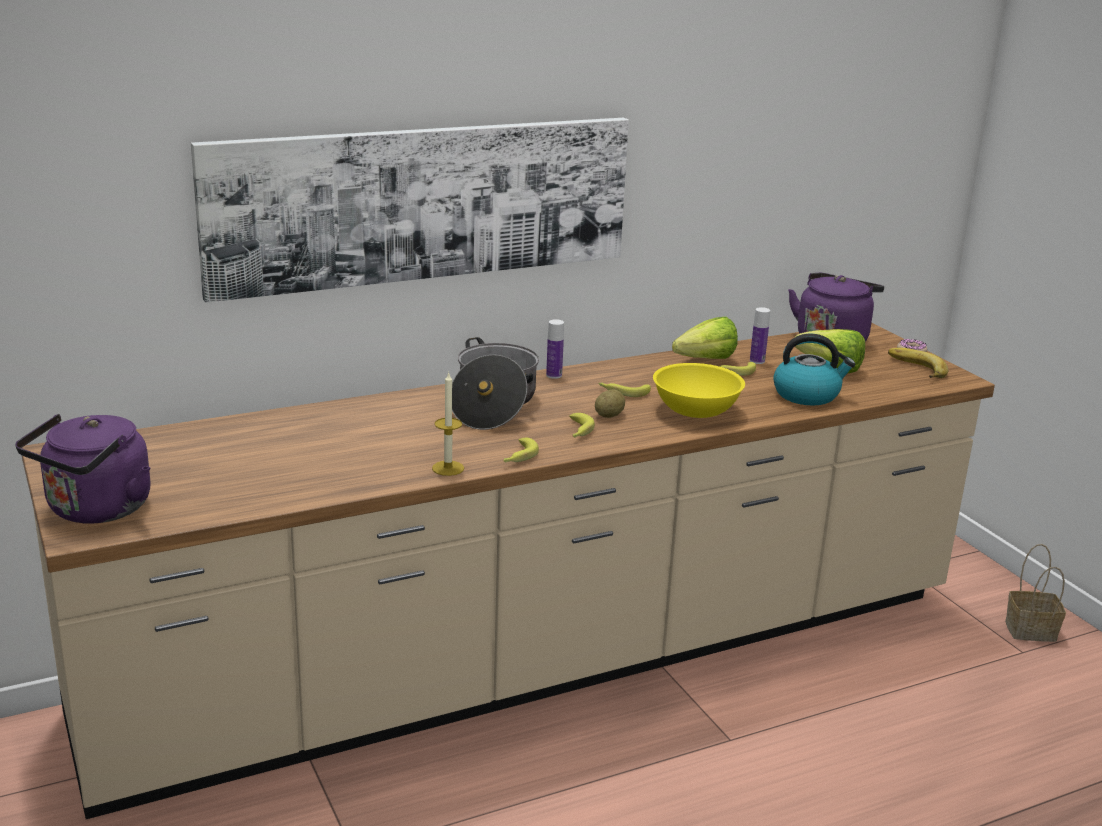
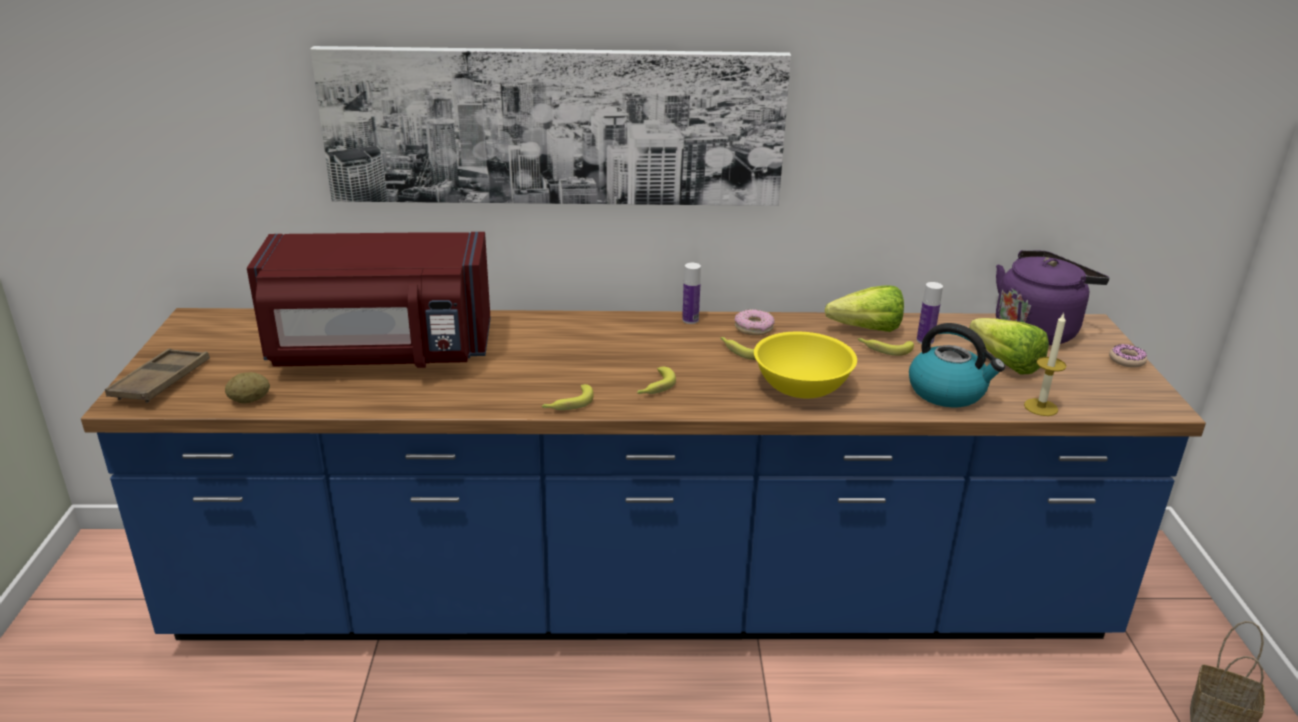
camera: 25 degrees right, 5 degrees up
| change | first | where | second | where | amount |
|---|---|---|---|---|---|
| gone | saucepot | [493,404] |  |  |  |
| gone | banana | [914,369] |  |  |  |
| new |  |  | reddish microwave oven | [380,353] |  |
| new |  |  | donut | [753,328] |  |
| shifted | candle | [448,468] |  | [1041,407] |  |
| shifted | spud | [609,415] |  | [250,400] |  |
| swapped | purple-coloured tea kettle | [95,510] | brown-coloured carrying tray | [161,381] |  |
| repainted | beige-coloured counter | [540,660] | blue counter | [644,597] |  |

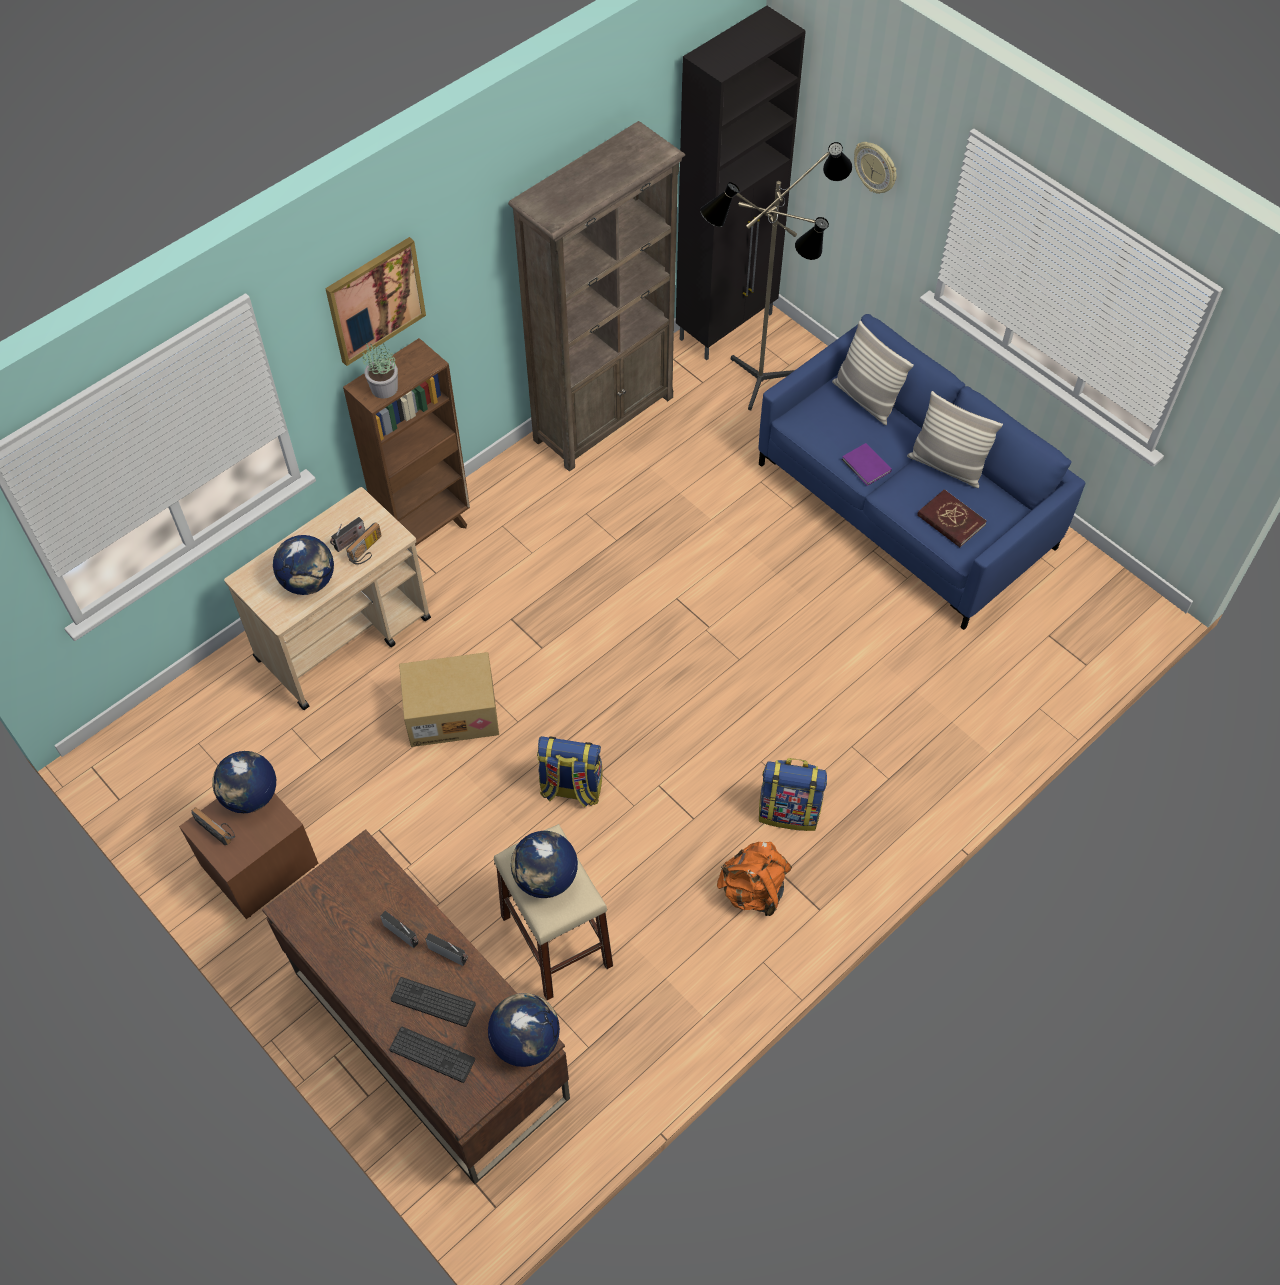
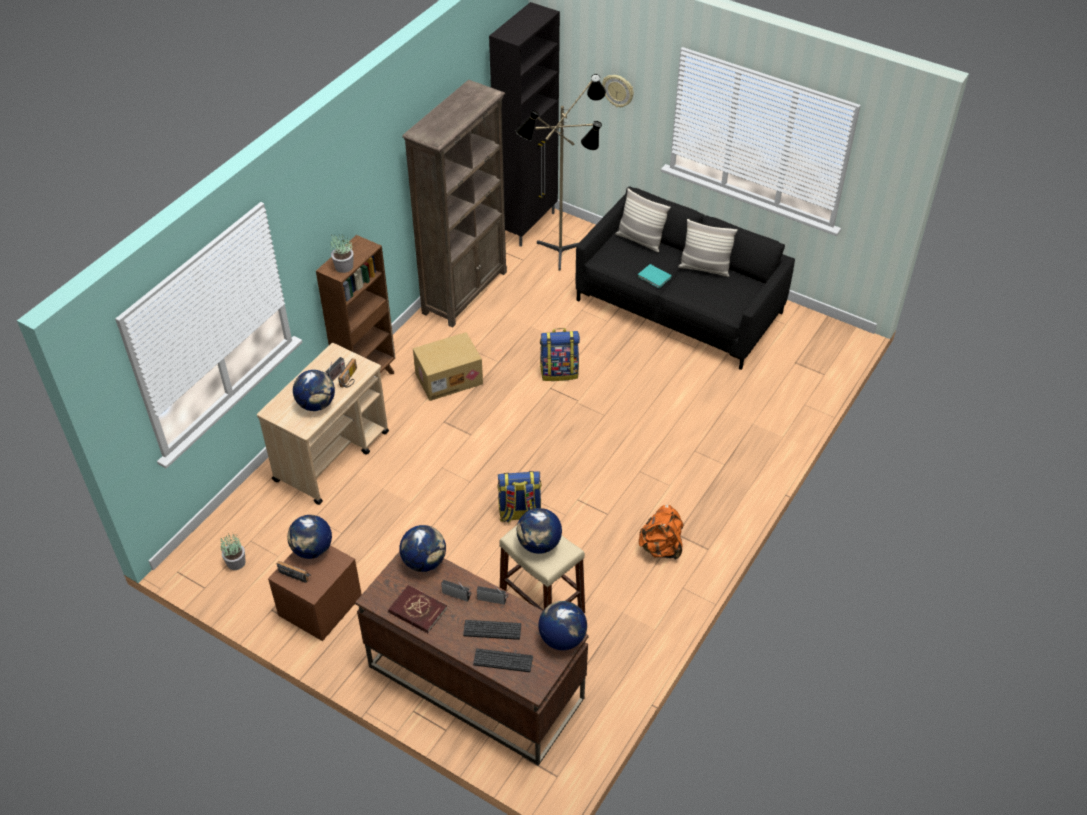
camera: 15 degrees left, 10 degrees down
| change | first | where | second | where | amount |
|---|---|---|---|---|---|
| gone | wall picture | [375,300] |  |  |  |
| new |  |  | houseplant | [236,562] |  |
| new |  |  | world globe | [424,562] |  |
| shifted | packing box | [453,712] |  | [449,378] |  |
| shifted | rucksack | [789,811] |  | [559,372] |  |
| shifted | reddish book | [950,520] |  | [417,611] |  |
| repainted | blue sofa | [904,506] | blackish sofa | [679,307] |  |
| repainted | purple-coloured book | [866,467] | blue-green book | [654,278] |  |

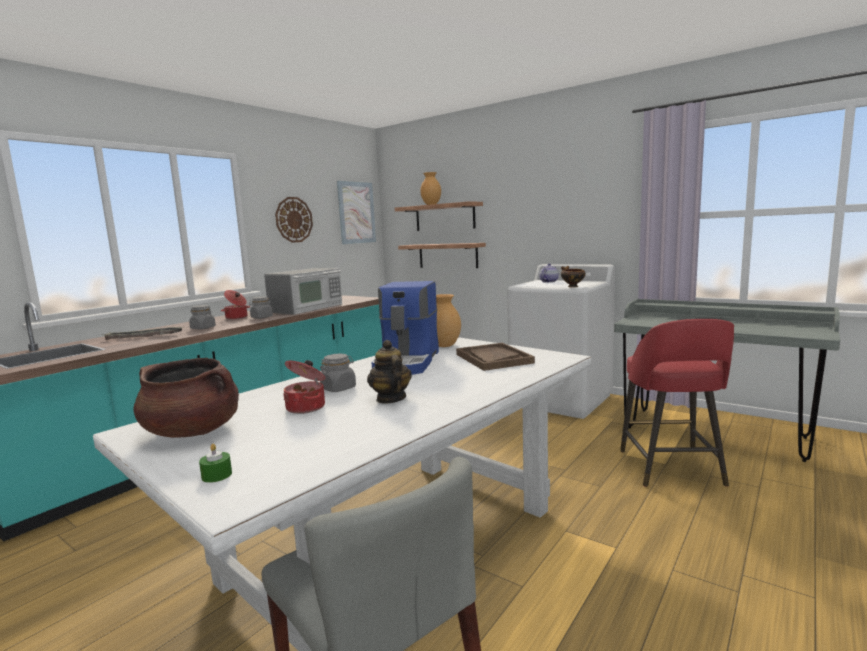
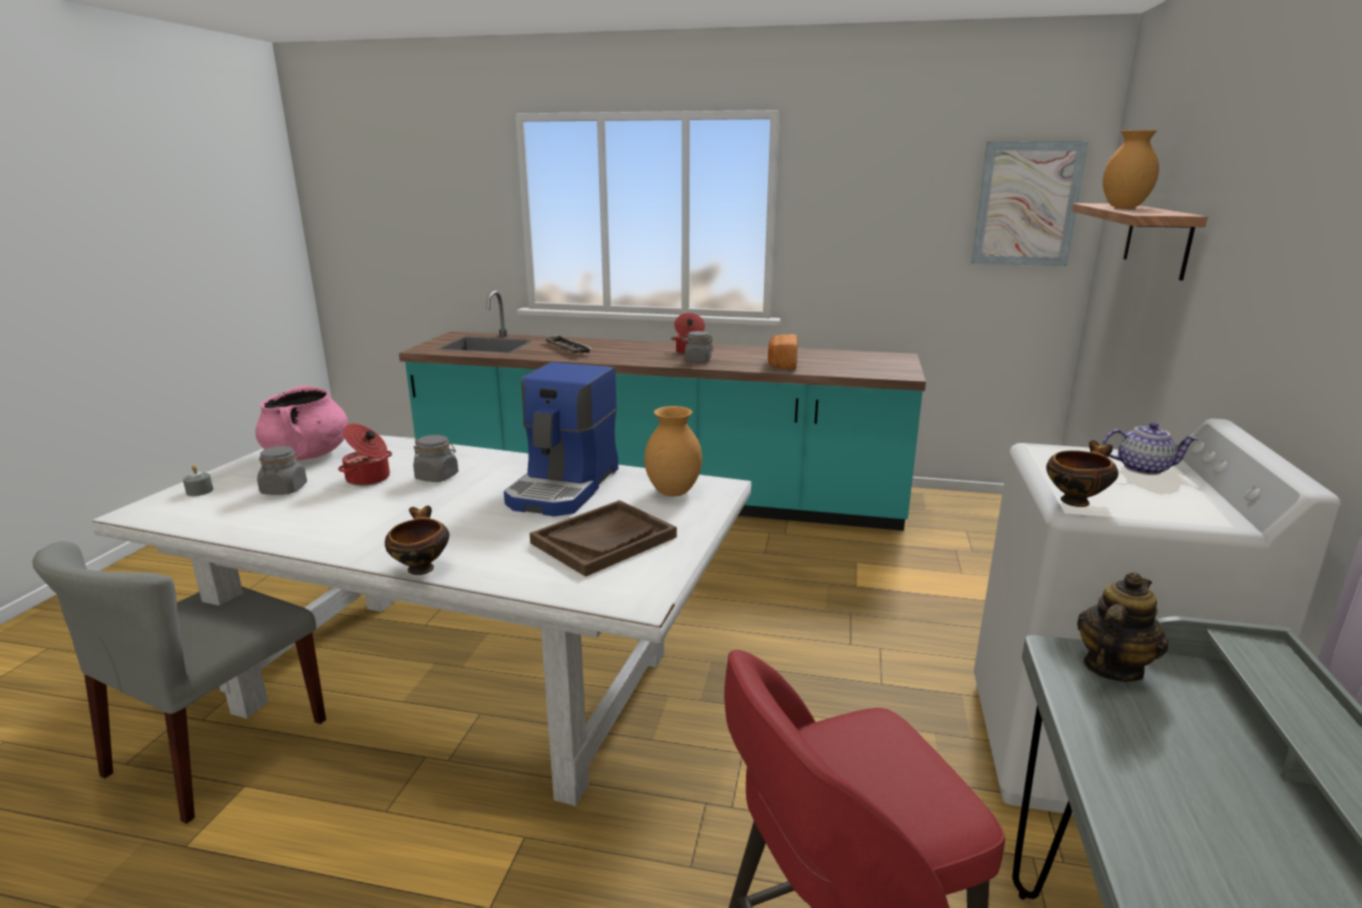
camera: 65 degrees right, 10 degrees up
| change | first | where | second | where | amount |
|---|---|---|---|---|---|
| gone | clock on the wall | [294,219] |  |  |  |
| gone | wall shelf | [448,255] |  |  |  |
| new |  |  | bowl | [420,567] |  |
| shifted | gray storage jar | [203,328] |  | [284,489] |  |
| shifted | pot for tea | [390,399] |  | [1111,667] |  |
| swapped | microwave oven | [307,308] | baked bread | [782,364] |  |
| repainted | brown-coloured saucepot | [193,431] | pink-coloured saucepot | [307,455] |  |
| repainted | green-coloured candle | [217,475] | gray candle | [199,491] |  |
| rotated | coffee brewer | [408,362] |  | [565,487] | 60 degrees counterclockwise |

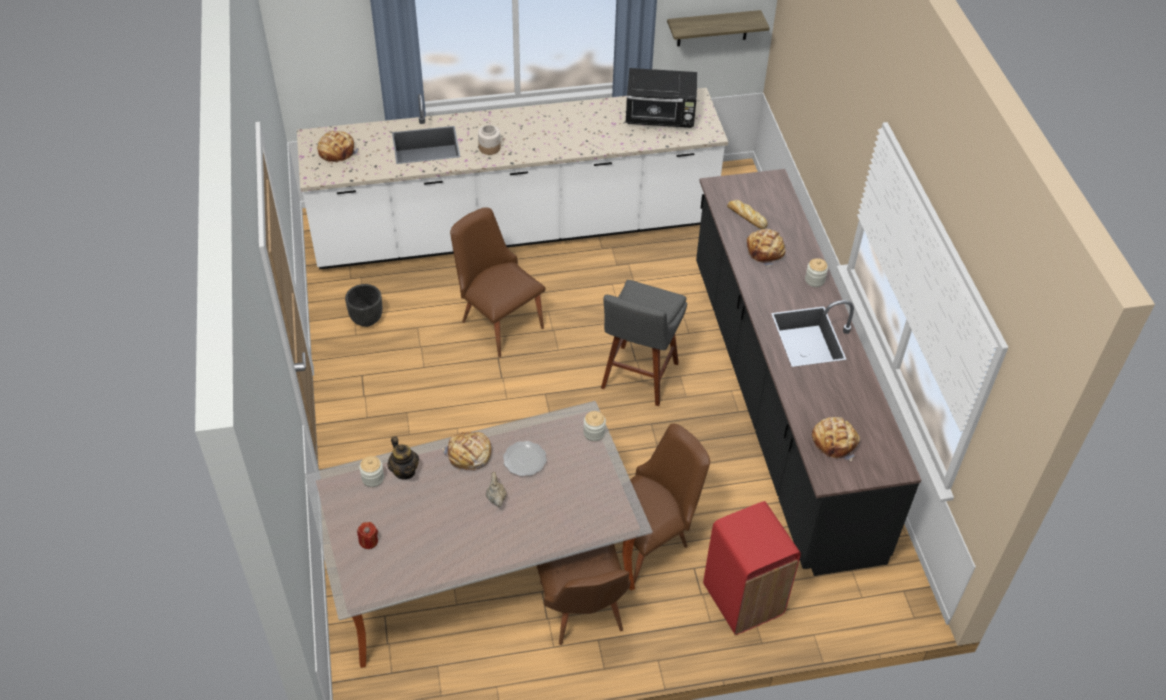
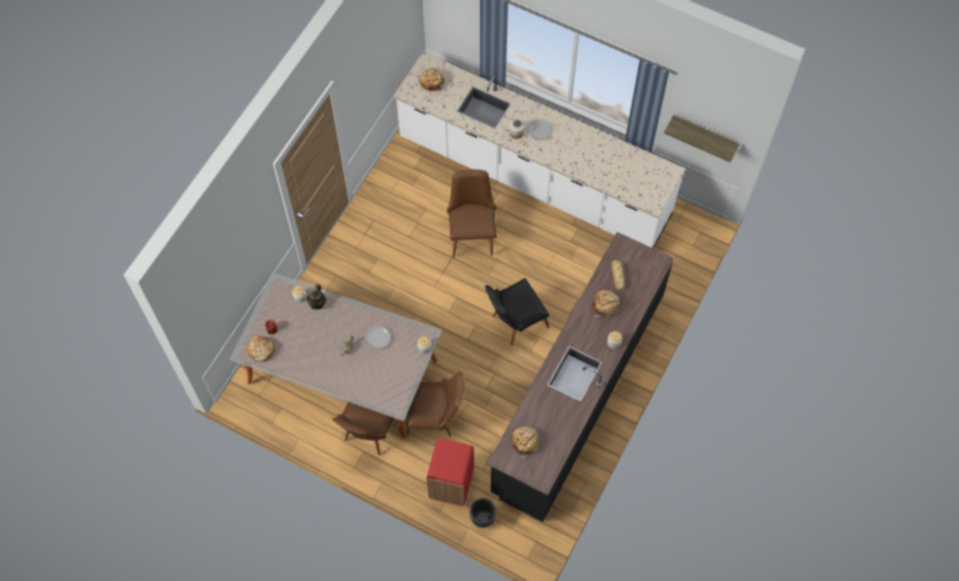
camera: 40 degrees right, 15 degrees up
| change | first | where | second | where | amount |
|---|---|---|---|---|---|
| gone | blackish microwave oven | [660,117] |  |  |  |
| new |  |  | plate | [540,130] |  |
| shifted | blackish planter | [366,319] |  | [482,517] |  |
| shifted | baked bread | [469,455] |  | [260,350] |  |
| swapped | gray stool seat | [638,378] | blackish chair | [514,323] |  |

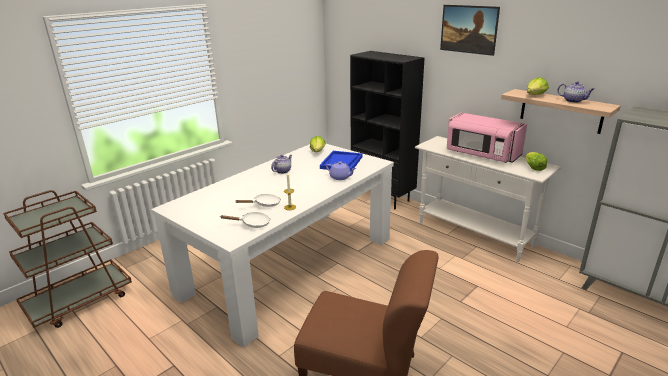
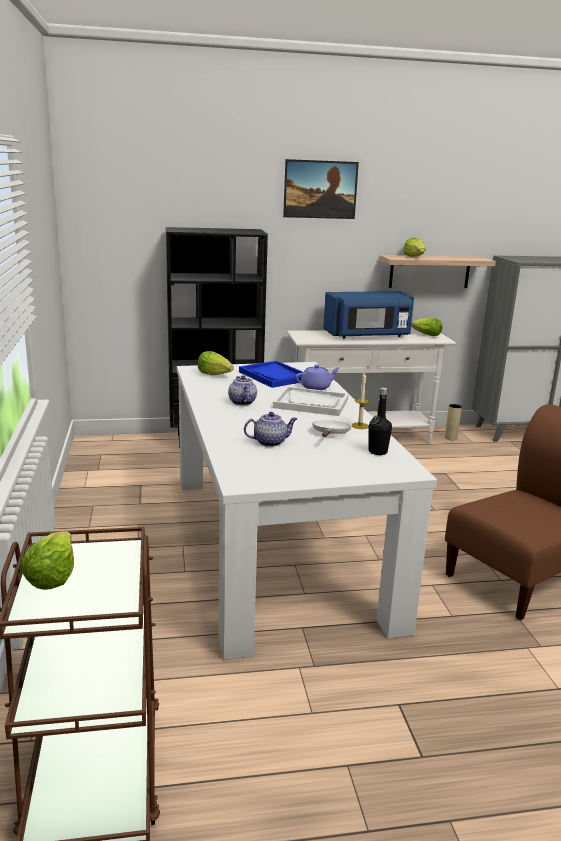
camera: 55 degrees left, 5 degrees down
| change | first | where | second | where | amount |
|---|---|---|---|---|---|
| new |  |  | lettuce | [51,576] |  |
| new |  |  | white-coloured carrying tray | [311,403] |  |
| new |  |  | beige-coloured vase | [451,438] |  |
| shifted | pot for tea | [573,101] |  | [270,442] |  |
| swapped | white-coloured frying pan | [252,224] | blackish beverage bottle | [377,451] |  |
| repainted | pink-coloured microwave oven | [481,154] | blue microwave oven | [367,335] |  |

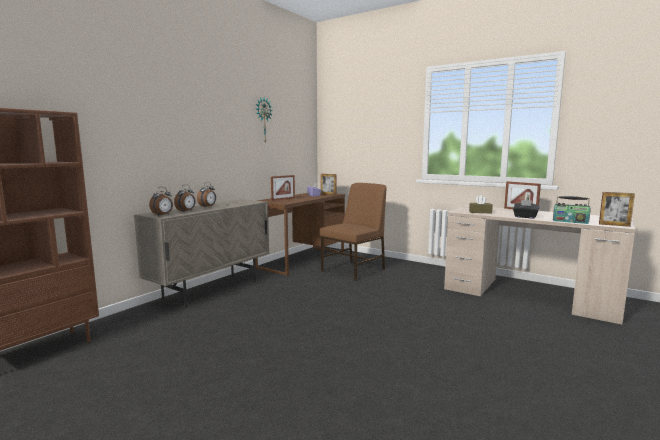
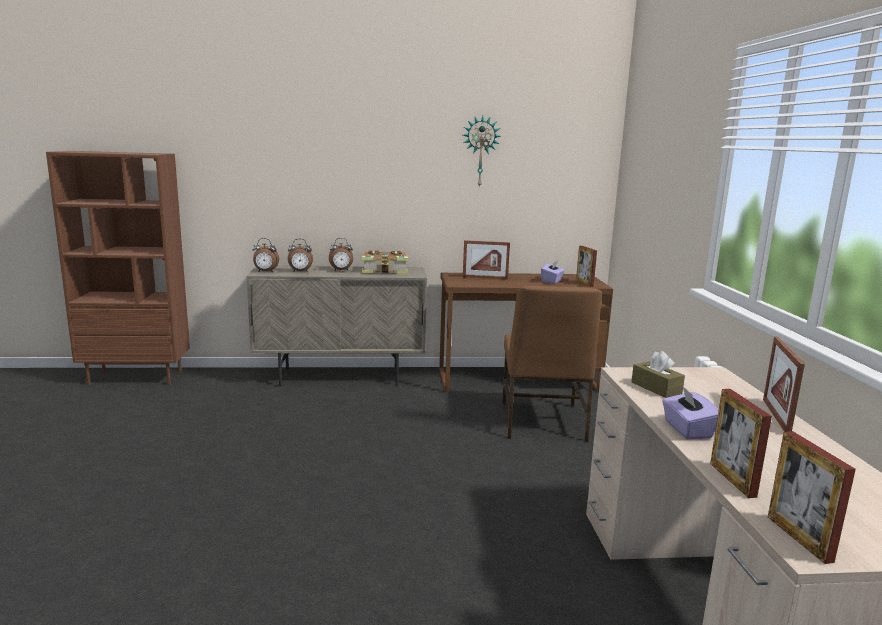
camera: 50 degrees right, 5 degrees up
| change | first | where | second | where | amount |
|---|---|---|---|---|---|
| new |  |  | book | [385,270] |  |
| swapped | radio | [570,221] | standing frame | [732,479] |  |
| repainted | blackish tissue holder | [525,217] | purple-coloured tissue holder | [687,429] |  |
| rotated | brown-coloured chair | [354,270] |  | [541,422] | 90 degrees clockwise |

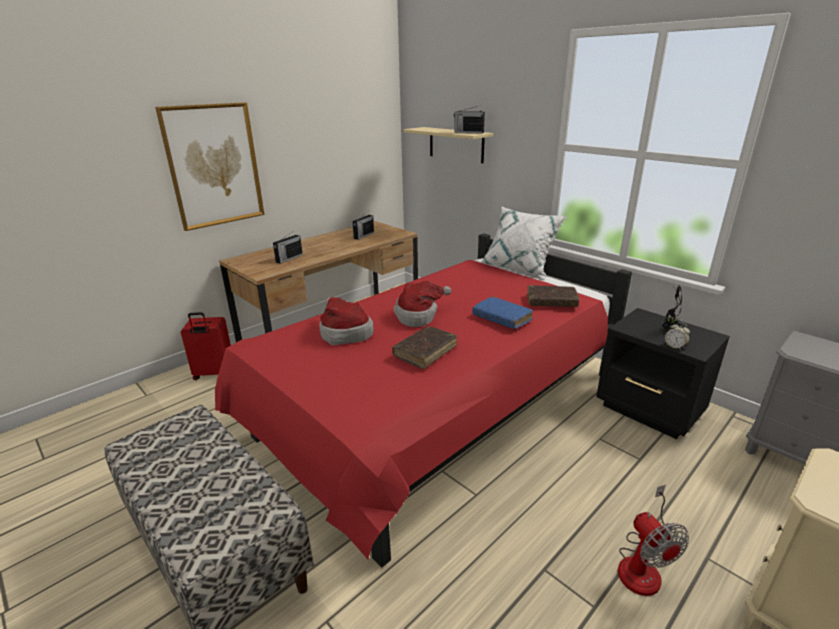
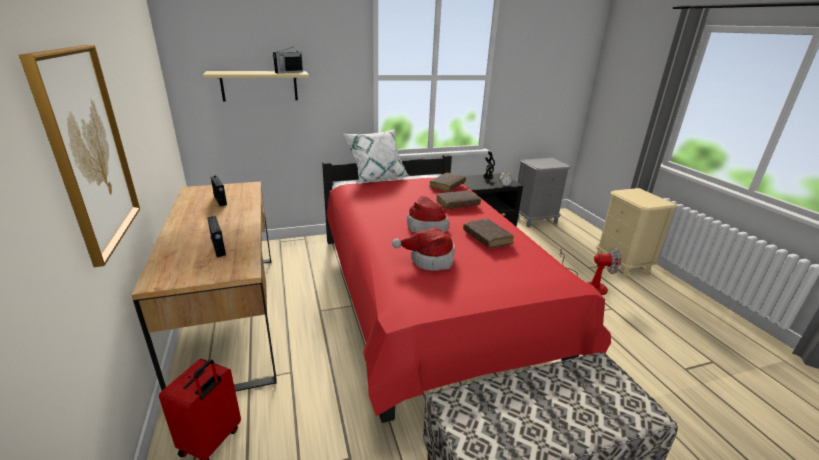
camera: 65 degrees left, 0 degrees up
| change | first | where | second | where | amount |
|---|---|---|---|---|---|
| repainted | blue book | [502,318] | brown-coloured book | [457,204] |  |

